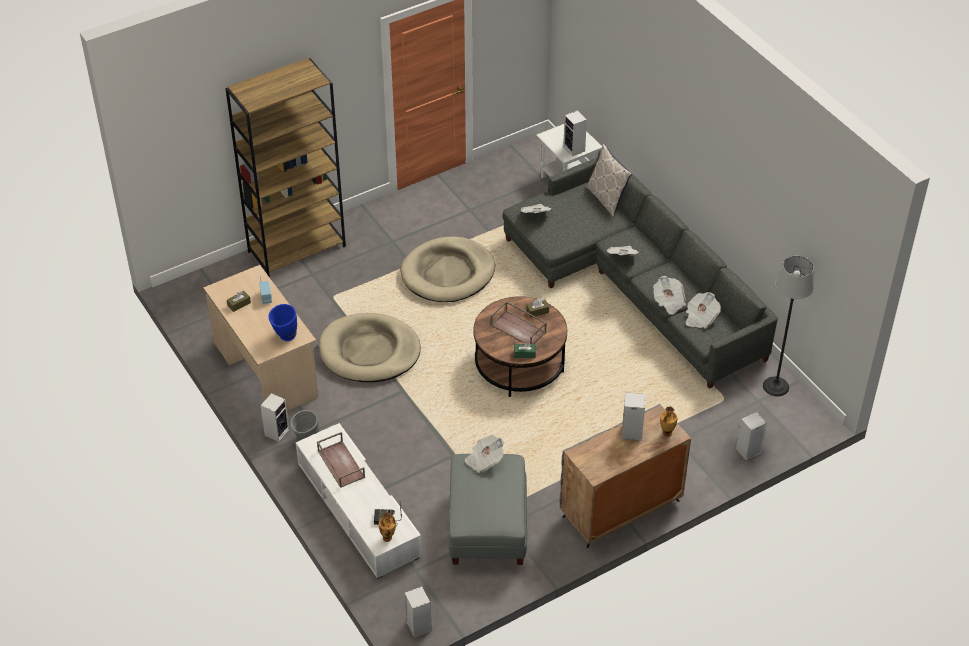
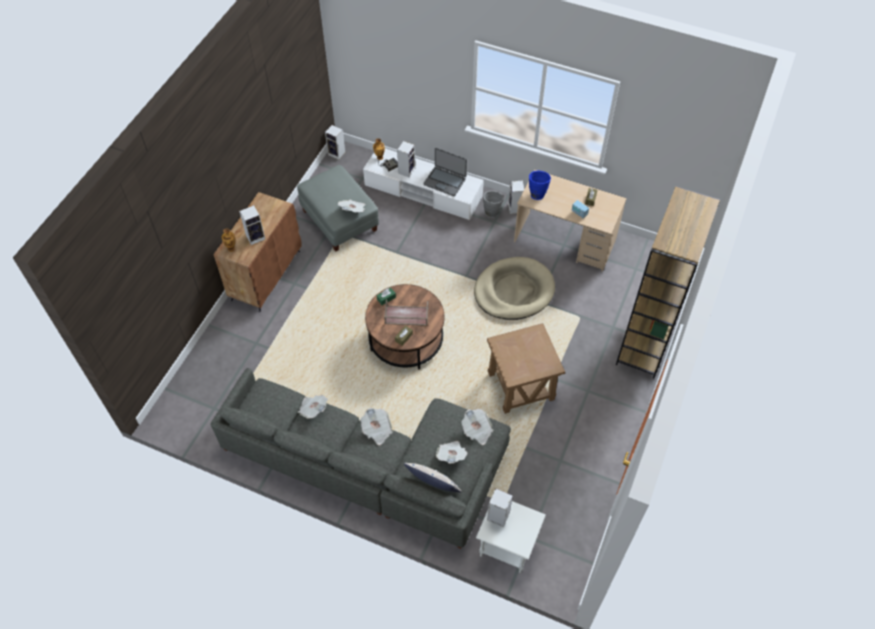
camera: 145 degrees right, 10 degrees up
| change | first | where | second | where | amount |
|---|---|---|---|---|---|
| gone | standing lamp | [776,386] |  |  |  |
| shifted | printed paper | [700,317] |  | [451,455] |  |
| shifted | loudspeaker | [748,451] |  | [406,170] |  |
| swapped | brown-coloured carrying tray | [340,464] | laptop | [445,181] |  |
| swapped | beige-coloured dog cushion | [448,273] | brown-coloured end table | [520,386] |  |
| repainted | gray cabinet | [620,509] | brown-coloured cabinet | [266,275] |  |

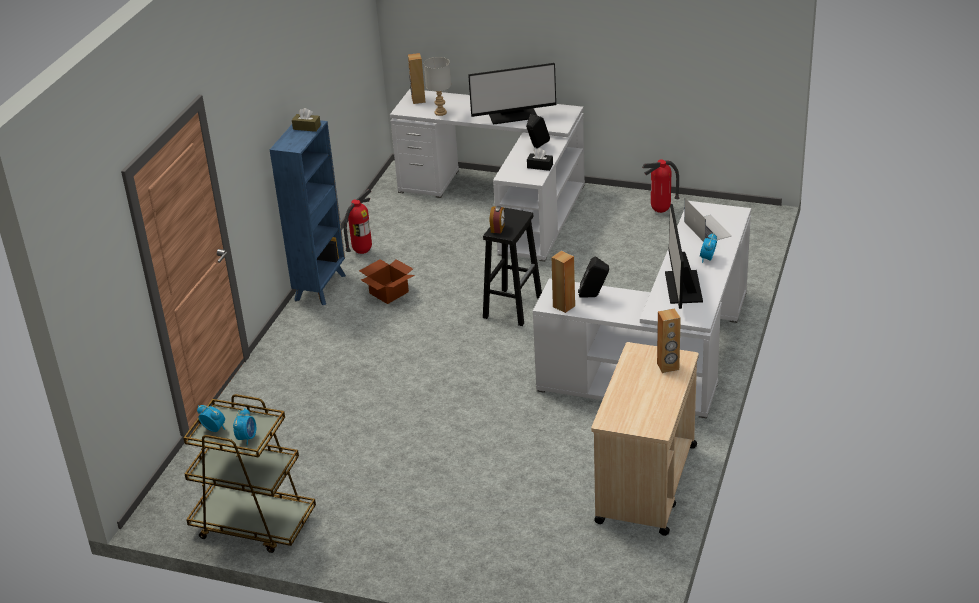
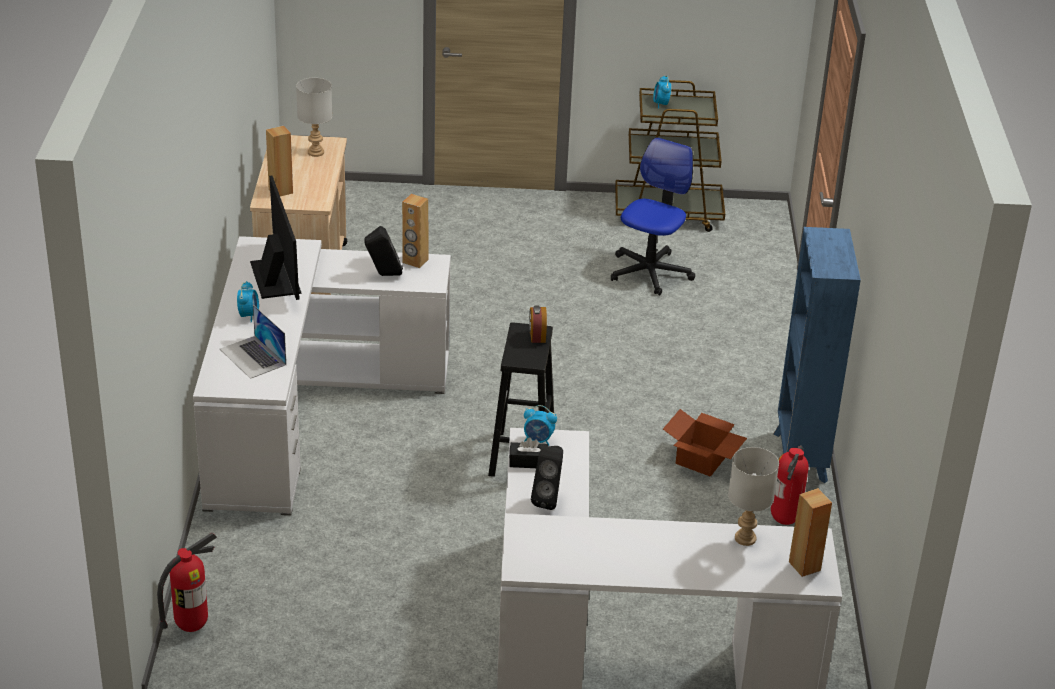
camera: 160 degrees right, 0 degrees up
| change | first | where | second | where | amount |
|---|---|---|---|---|---|
| gone | brown-coloured tissue holder | [306,127] |  |  |  |
| gone | monitor | [513,115] |  |  |  |
| new |  |  | gray lamp for a table | [315,152] |  |
| new |  |  | computer chair | [650,272] |  |
| shifted | alarm clock | [214,429] |  | [538,440] |  |
| shifted | fire extinguisher | [660,211] |  | [191,626] |  |

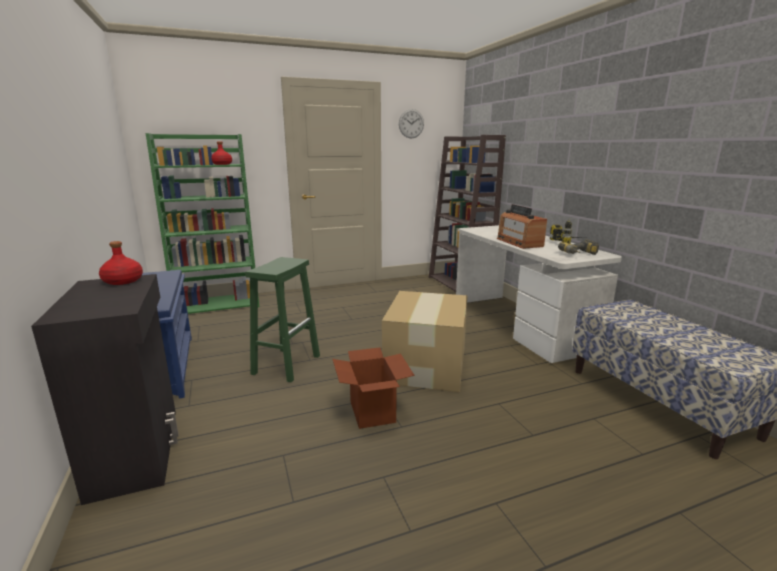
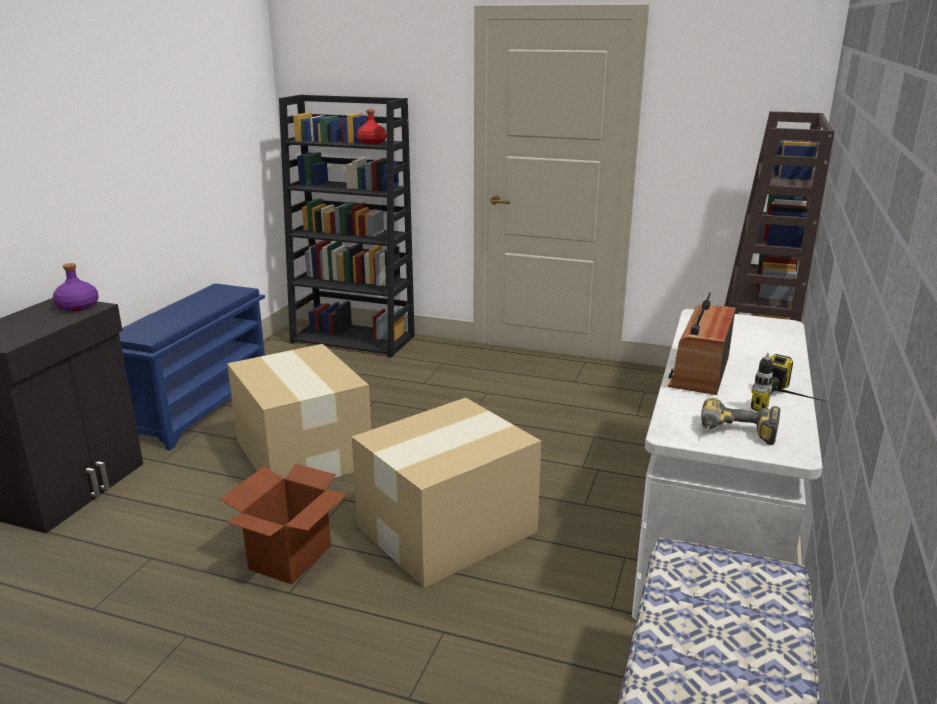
camera: 40 degrees right, 5 degrees up
| change | first | where | second | where | amount |
|---|---|---|---|---|---|
| gone | clock on the wall | [411,123] |  |  |  |
| swapped | green-coloured stool seat | [287,364] | packing box | [303,452] |  |
| repainted | reddish beverage bottle | [122,281] | purple-coloured beverage bottle | [77,307] |  |
| repainted | green-coloured shelving unit | [218,304] | blackish shelving unit | [354,339] |  |

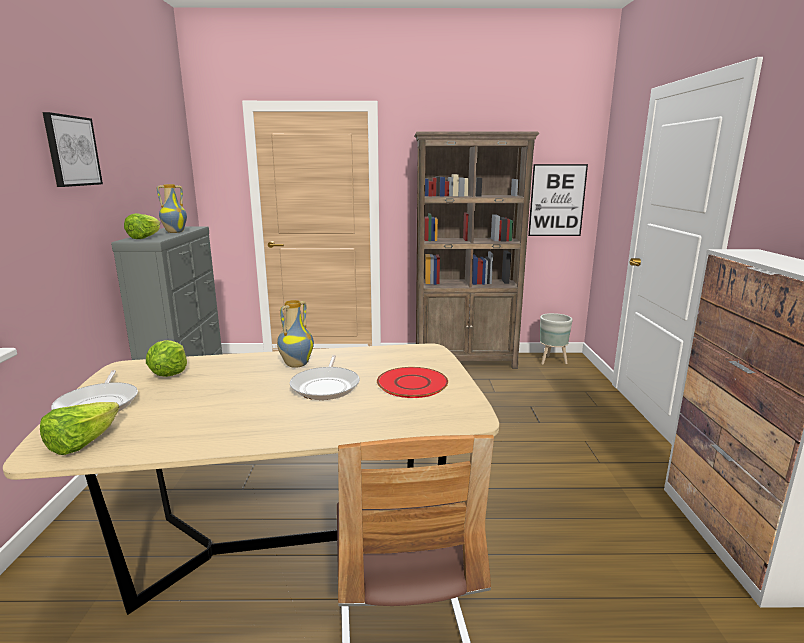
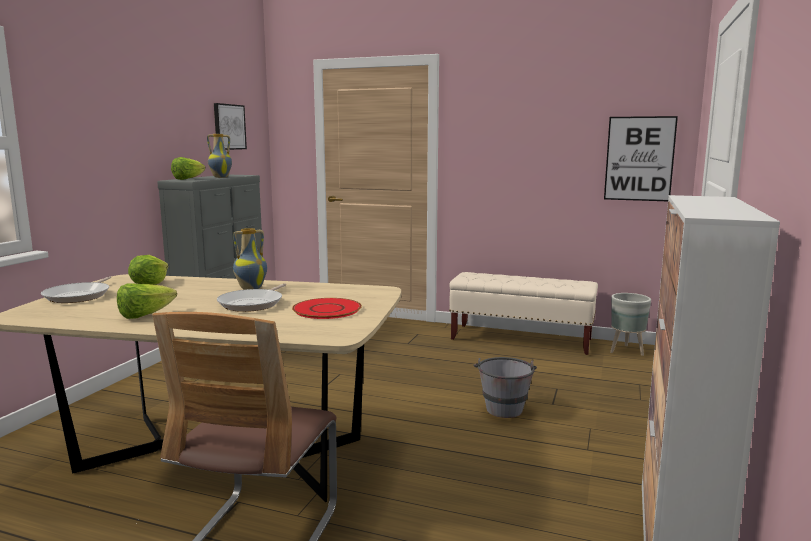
camera: 20 degrees right, 5 degrees down
| change | first | where | second | where | amount |
|---|---|---|---|---|---|
| new |  |  | gray bucket | [503,406] |  |
| shifted | lettuce | [83,443] |  | [145,315] |  |
| shifted | wall picture | [72,151] |  | [229,127] |  |
| swapped | brown-coloured shelving unit | [465,361] | beige-coloured bench | [521,339] |  |

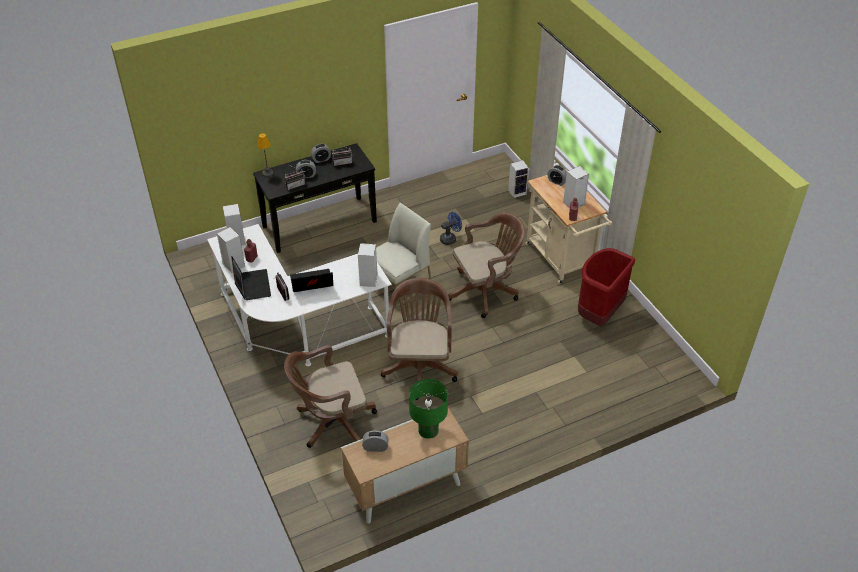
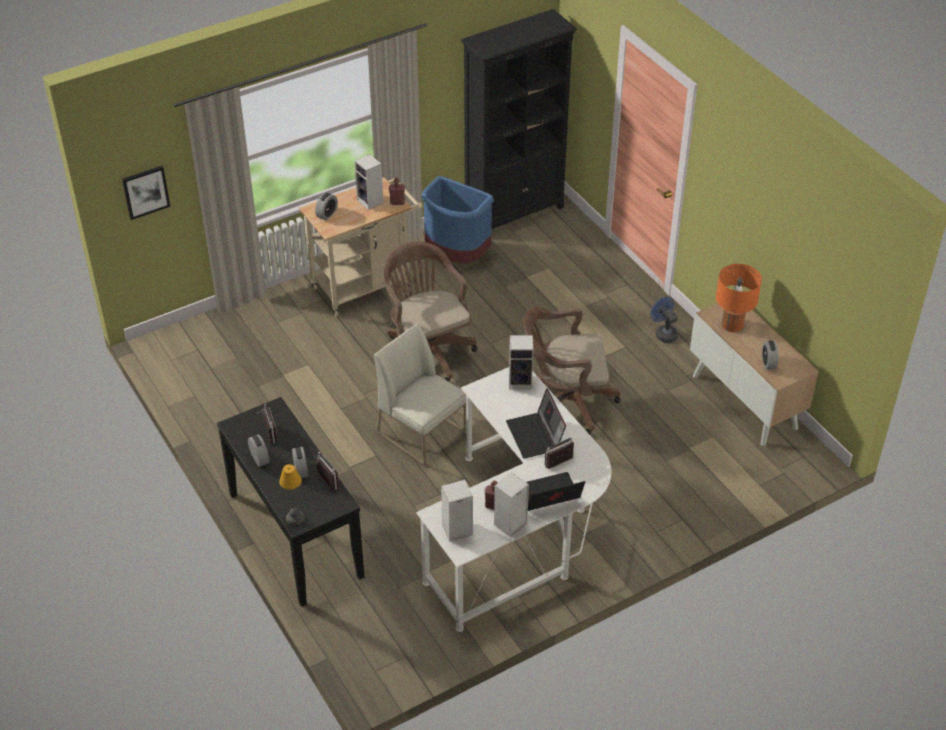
camera: 95 degrees left, 0 degrees up
| change | first | where | second | where | amount |
|---|---|---|---|---|---|
| gone | brown-coloured computer chair | [331,422] |  |  |  |
| gone | loudspeaker | [517,192] |  |  |  |
| new |  |  | wall picture | [145,192] |  |
| new |  |  | blackish shelving unit | [515,212] |  |
| shifted | blue fan | [450,238] |  | [663,333] |  |
| repainted | green-coloured lamp for a table | [428,430] | orangey lamp for a table | [732,324] |  |
| repainted | reddish waste bin | [599,314] | blue waste bin | [456,256] |  |

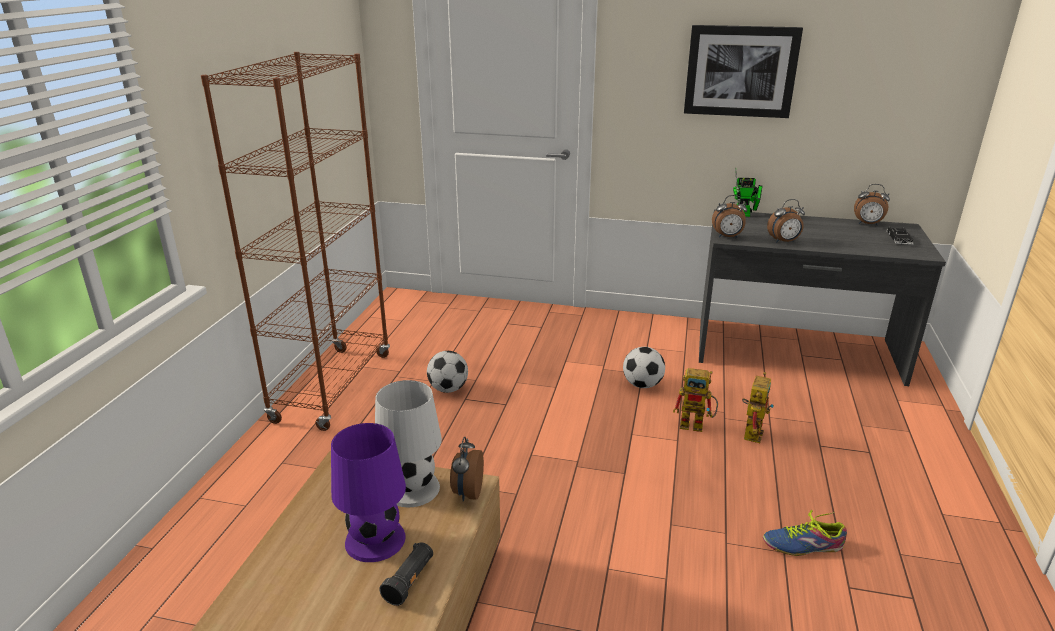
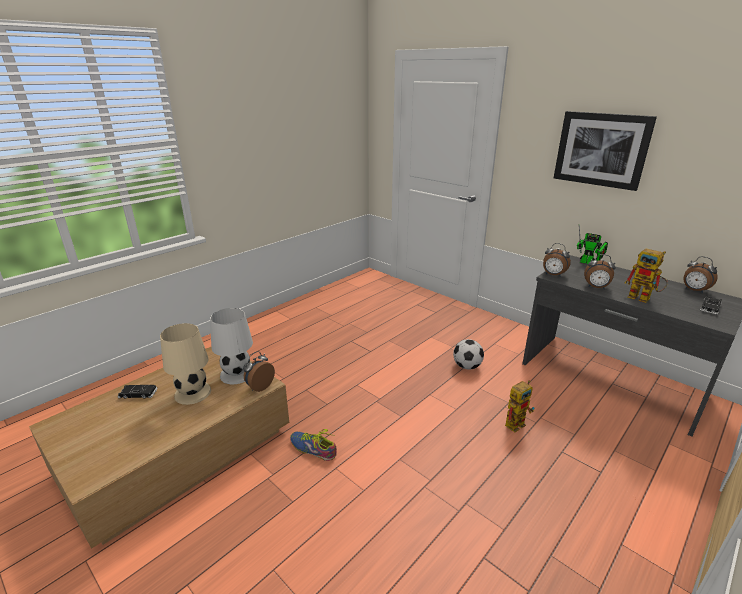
camera: 30 degrees right, 0 degrees up
| change | first | where | second | where | amount |
|---|---|---|---|---|---|
| gone | brown-coloured shelving unit | [333,387] |  |  |  |
| gone | blackish hand torch | [409,581] |  |  |  |
| gone | football | [448,389] |  |  |  |
| new |  |  | blackish model car | [138,394] |  |
| shifted | toy robot | [697,425] |  | [644,298] |  |
| shifted | low shoe | [803,545] |  | [313,449] |  |
| repainted | purple-coloured lamp for a table | [374,540] | beige-coloured lamp for a table | [192,393] |  |

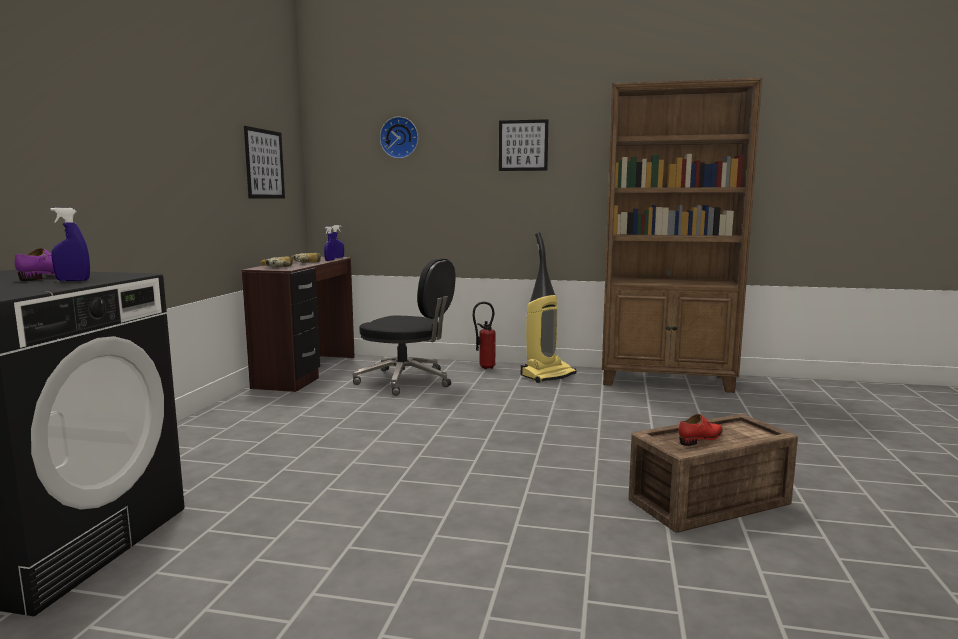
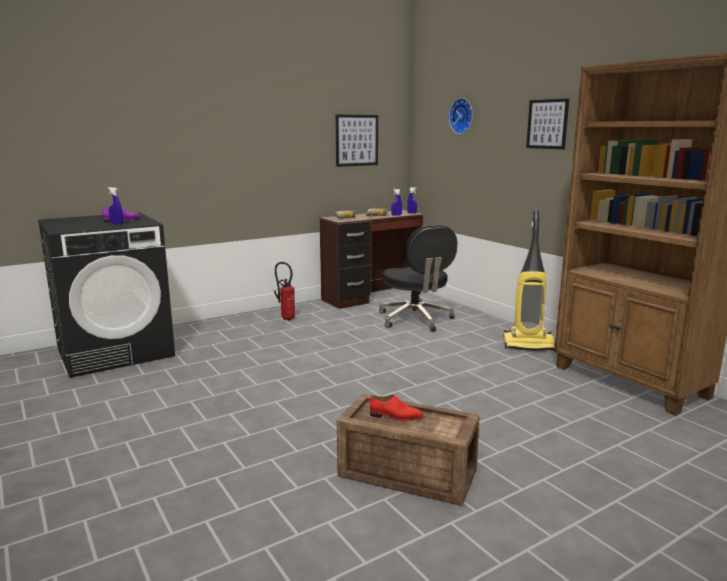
camera: 45 degrees right, 5 degrees up
| change | first | where | second | where | amount |
|---|---|---|---|---|---|
| shifted | fire extinguisher | [484,368] |  | [286,318] |  |

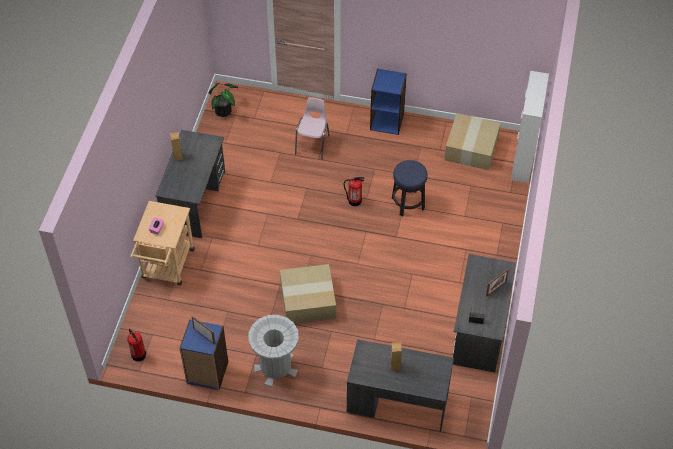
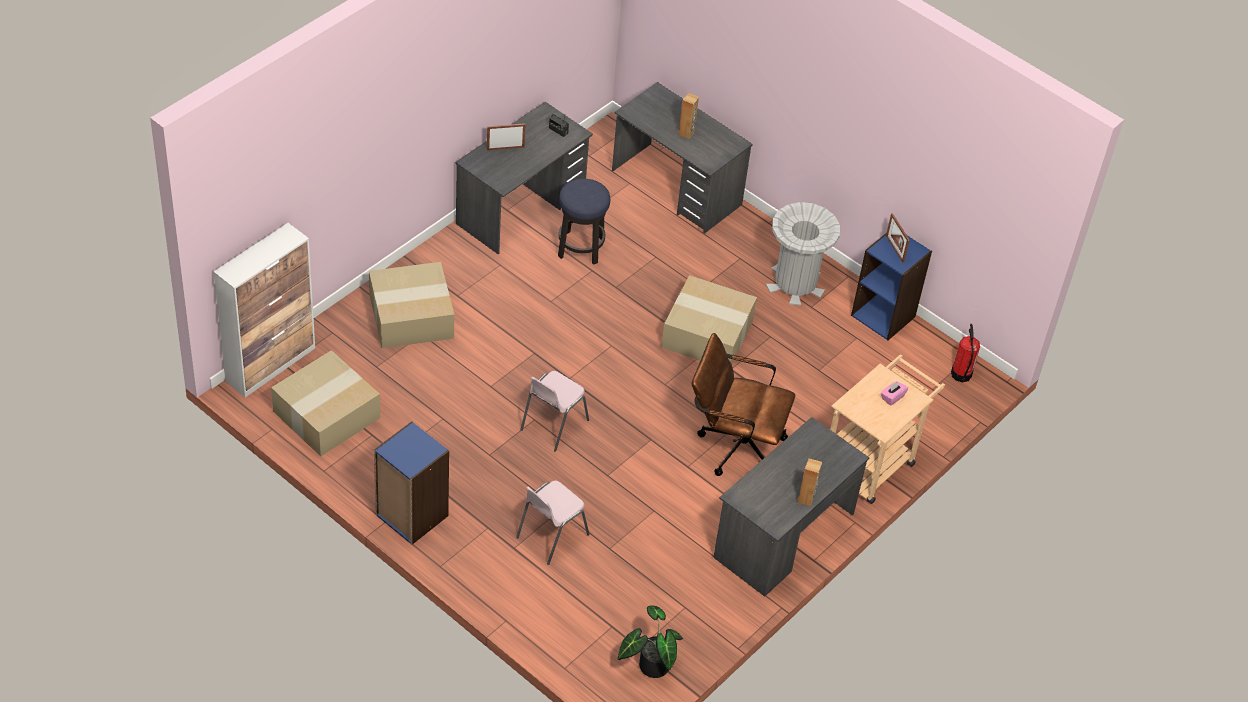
camera: 155 degrees left, 5 degrees down
| change | first | where | second | where | amount |
|---|---|---|---|---|---|
| new |  |  | packing box | [410,317] |  |
| new |  |  | brown-coloured computer chair | [734,445] |  |
| shifted | stool seat | [408,203] |  | [580,248] |  |
| swapped | fire extinguisher | [354,201] | pink-coloured chair | [553,425] |  |

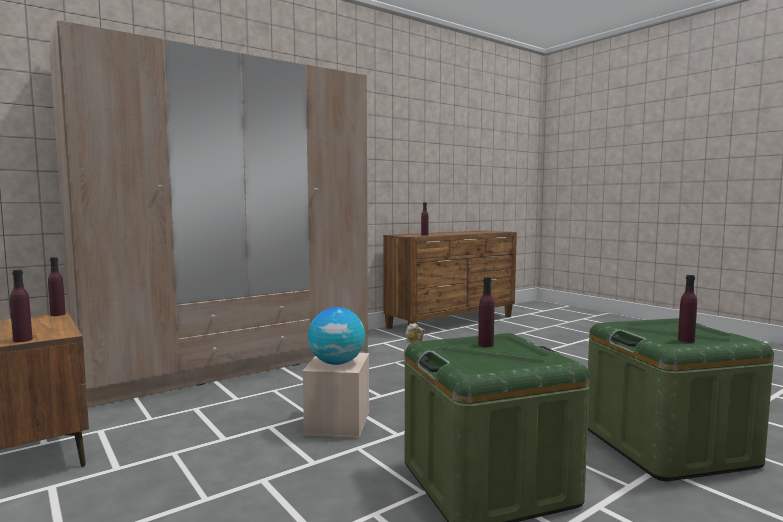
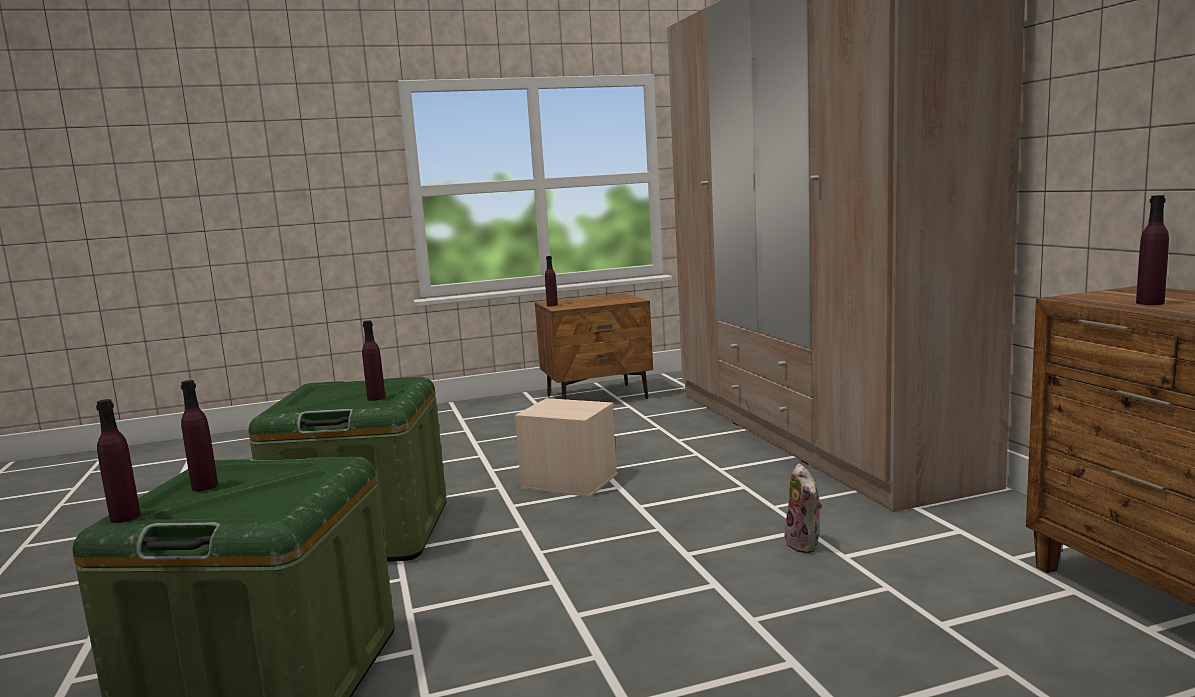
camera: 110 degrees right, 5 degrees up
| change | first | where | second | where | amount |
|---|---|---|---|---|---|
| gone | world globe | [337,363] |  |  |  |
| shifted | purple-coloured beverage bottle | [58,314] |  | [125,517] |  |

